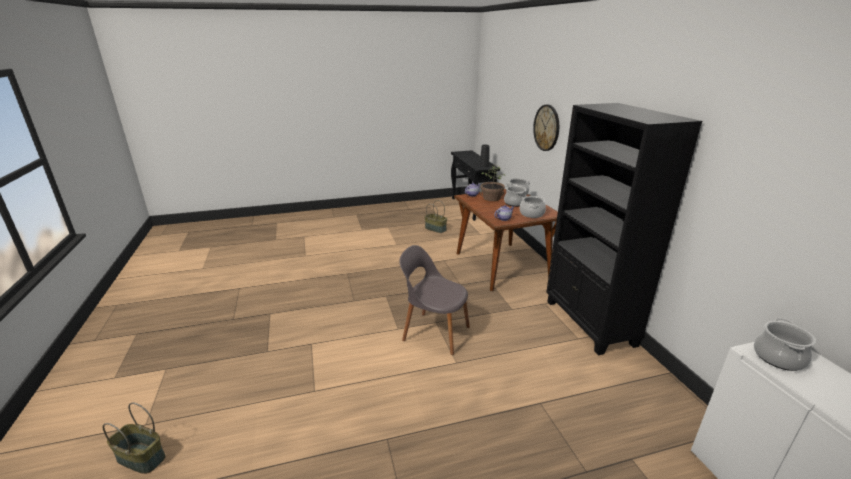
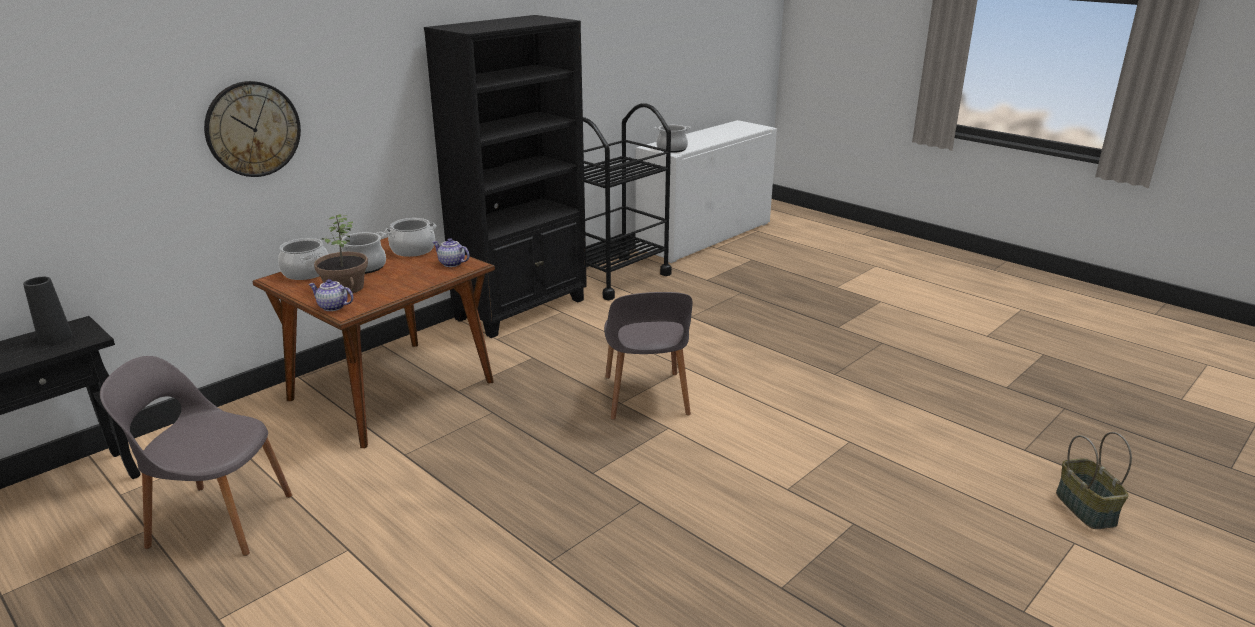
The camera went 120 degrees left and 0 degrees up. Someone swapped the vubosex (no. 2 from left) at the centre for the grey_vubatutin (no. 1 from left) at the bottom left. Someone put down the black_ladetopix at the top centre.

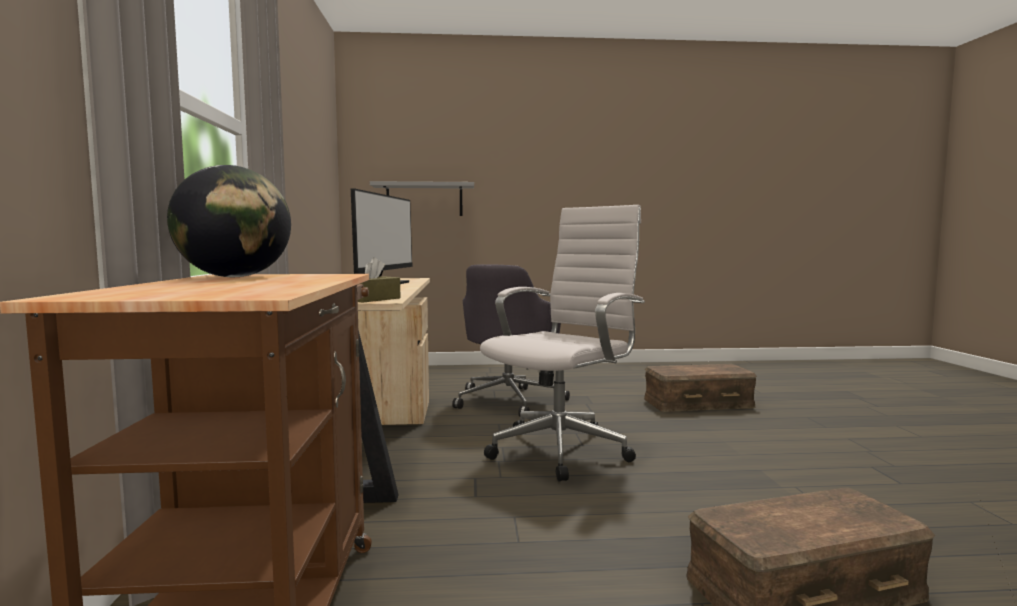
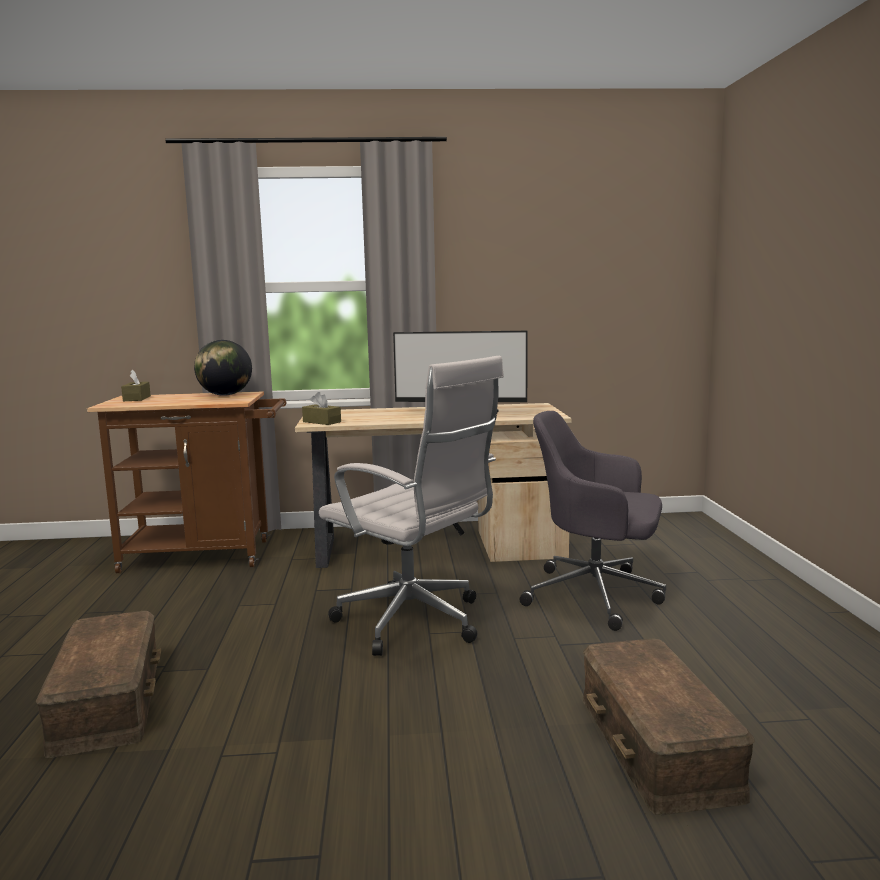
The camera went 90 degrees right and 5 degrees up. Someone took away the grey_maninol at the top centre. Someone put down the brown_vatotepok (no. 1 from left) at the middle left.

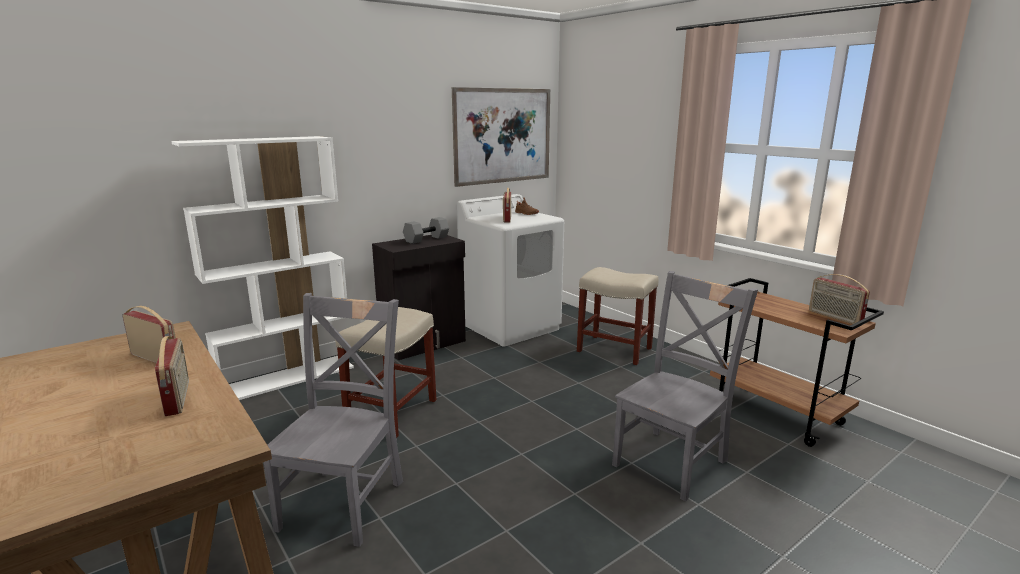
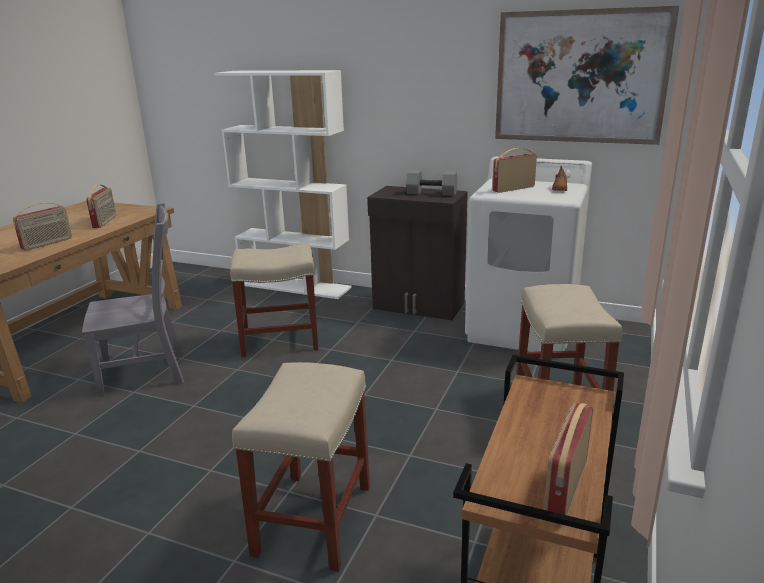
The camera went 60 degrees right and 5 degrees up. Someone swapped the grey_vubatutin (no. 2 from left) at the bottom right for the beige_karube (no. 2 from left) at the bottom centre.

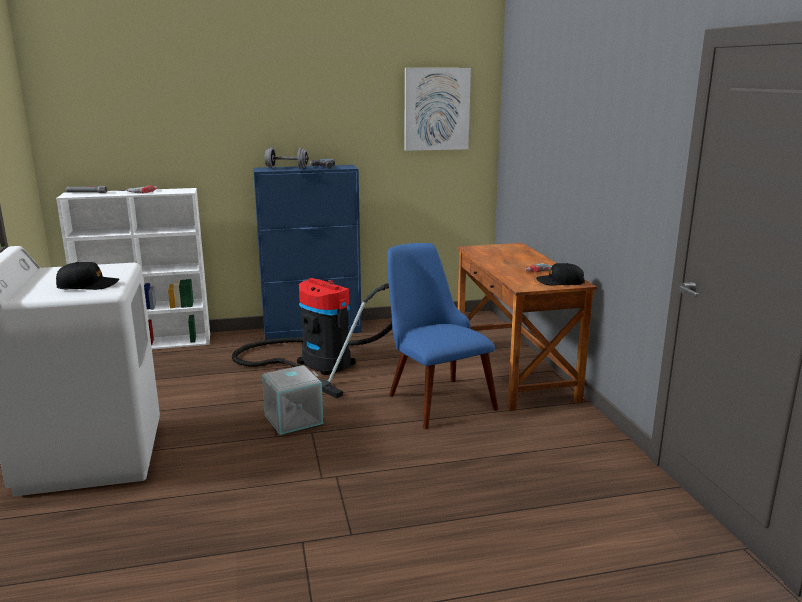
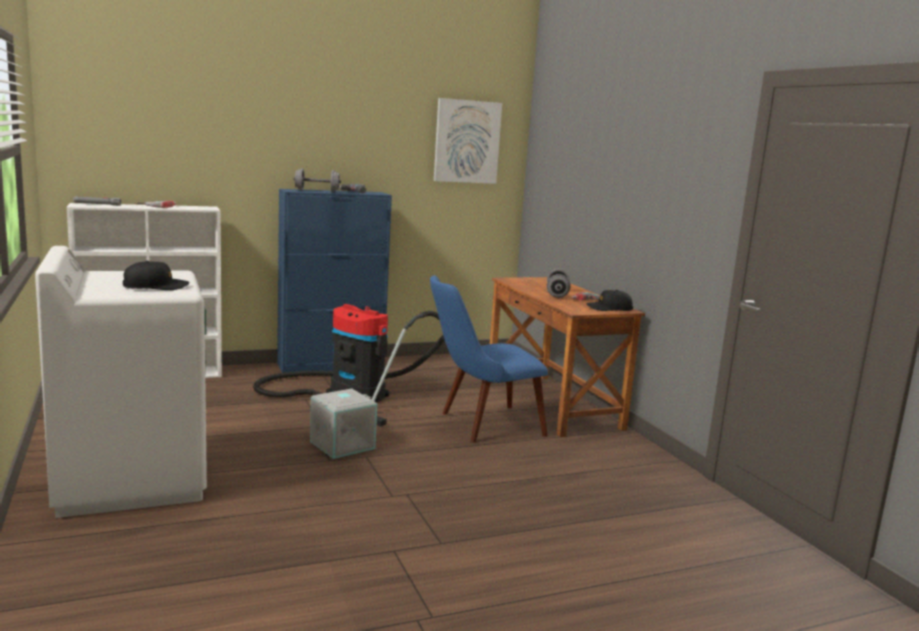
The camera went 10 degrees left and 5 degrees down. Someone rotated the blue_vubatutin at the centre by 75 degrees counterclockwise. Someone put down the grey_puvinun (no. 2 from left) at the centre.

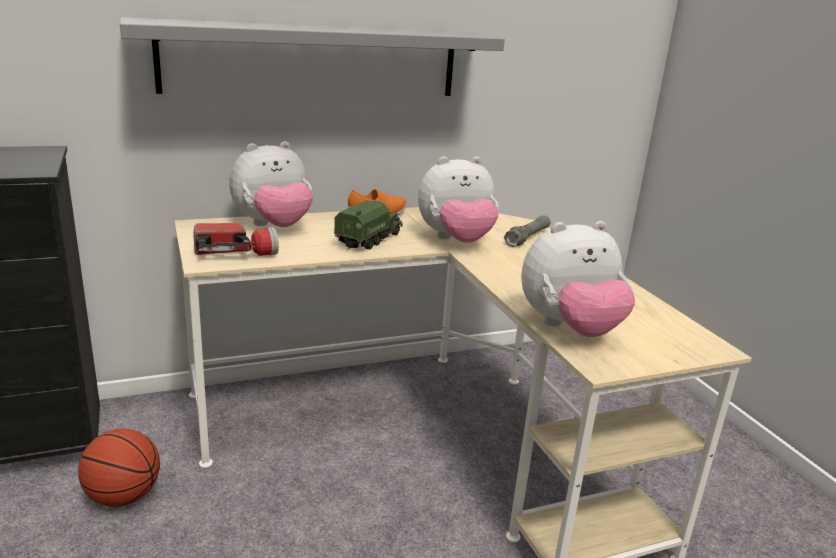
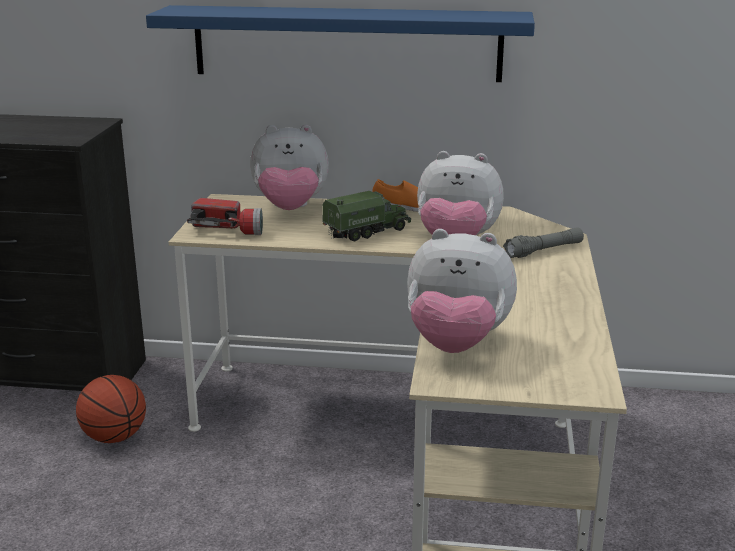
The camera went 30 degrees right and 0 degrees up. Someone repainted the grey_maninol at the top centre, which became the blue_maninol at the top centre.

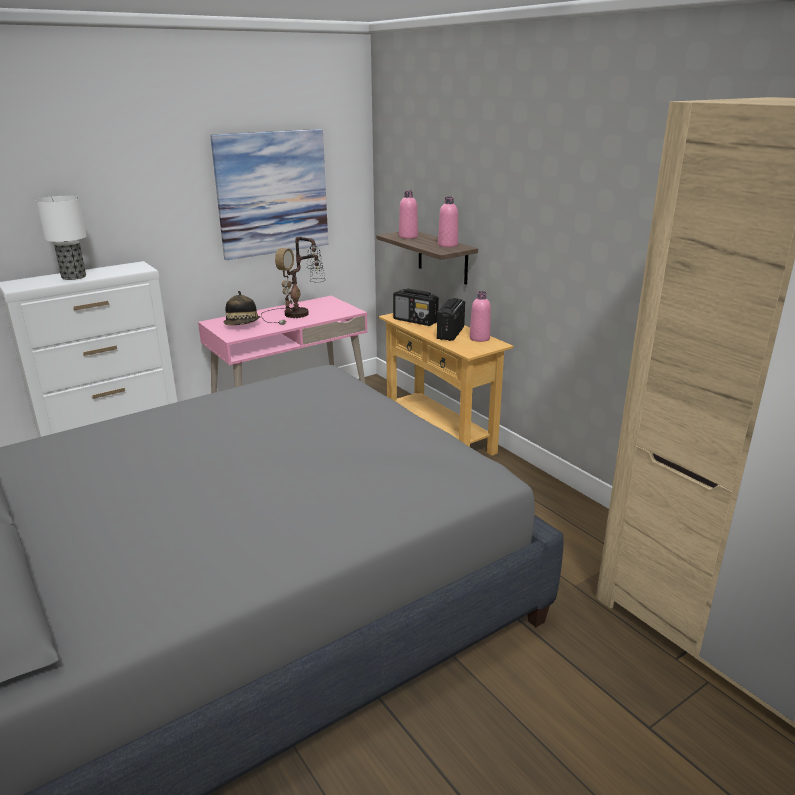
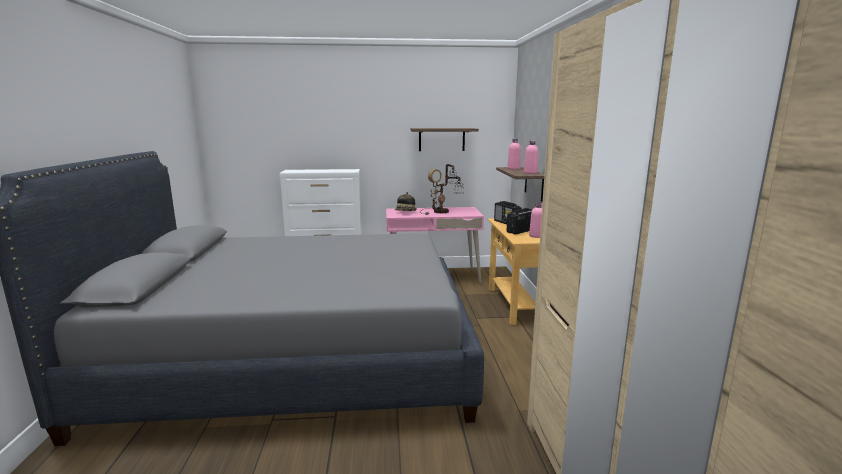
The camera went 30 degrees right and 10 degrees down. Someone swapped the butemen at the top centre for the maninol (no. 1 from left) at the top centre. Someone took away the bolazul (no. 1 from left) at the top left.

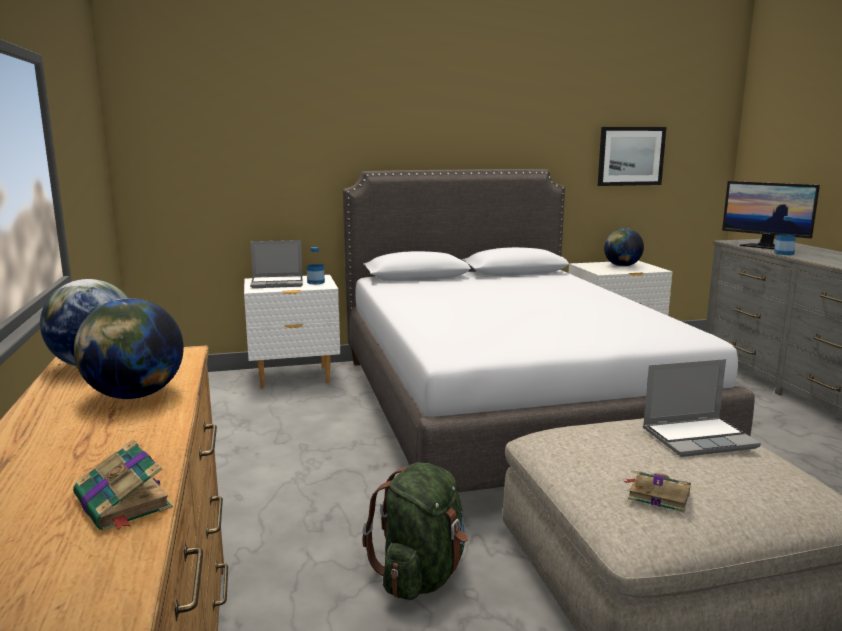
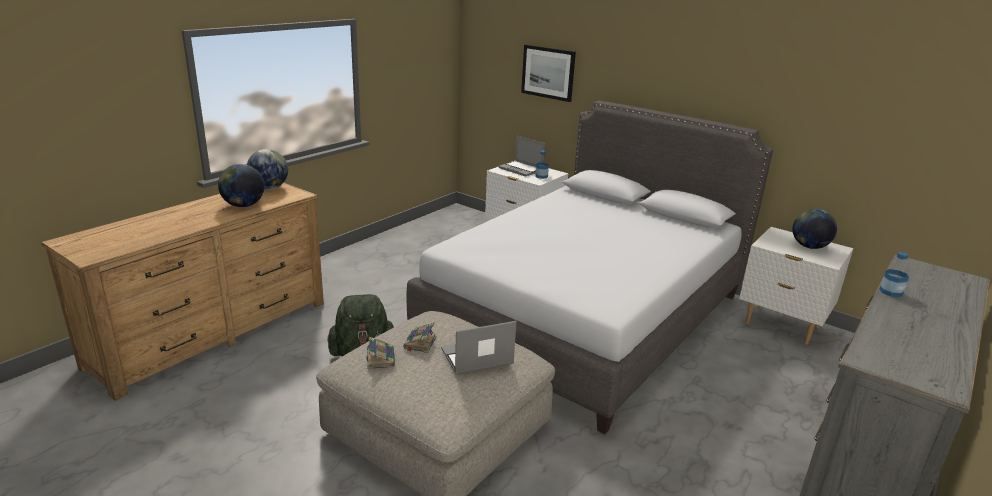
The camera went 50 degrees right and 10 degrees up. Someone carried the butemen from the top right to the top centre. Someone took away the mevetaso at the middle right. Someone rotated the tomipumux (no. 2 from left in the first image) at the middle right by 120 degrees clockwise. Someone carried the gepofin (no. 1 from left in the first image) from the bottom left to the bottom centre.

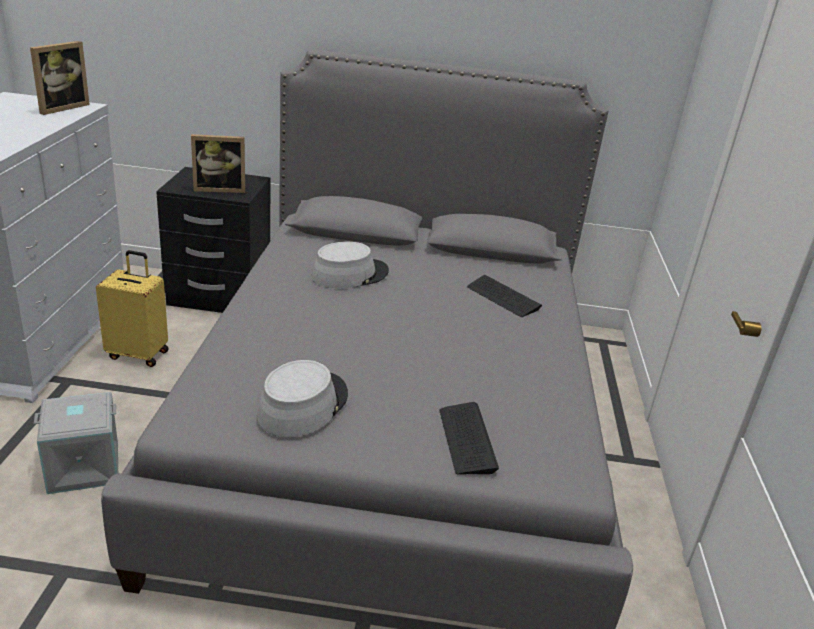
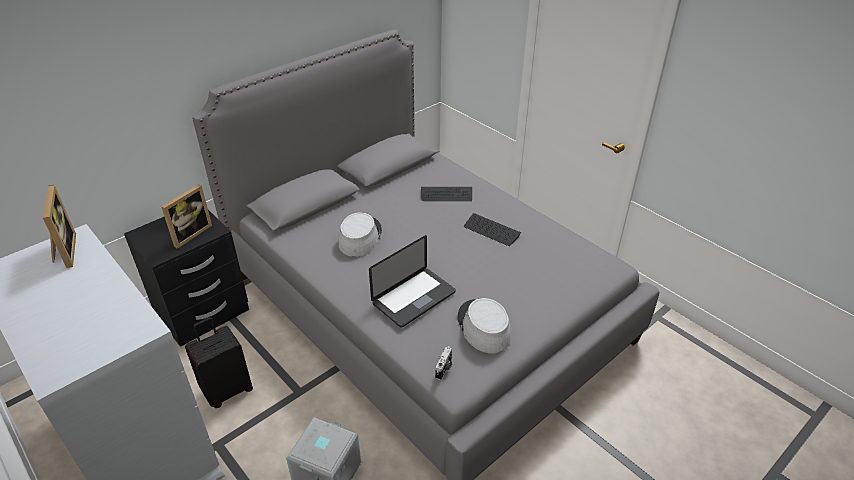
The camera went 45 degrees left and 10 degrees up. Someone repainted the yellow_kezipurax at the middle left, which became the black_kezipurax at the bottom left. Someone carried the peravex (no. 1 from left in the first image) from the bottom centre to the centre. Someone put down the tomipumux at the centre. Someone put down the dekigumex at the bottom centre.

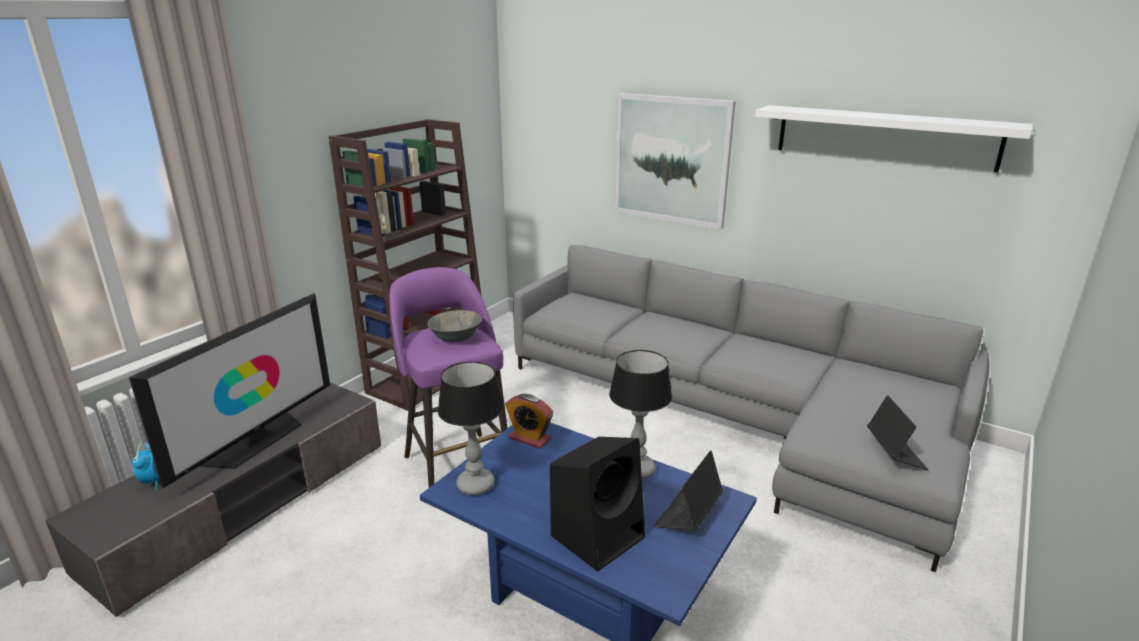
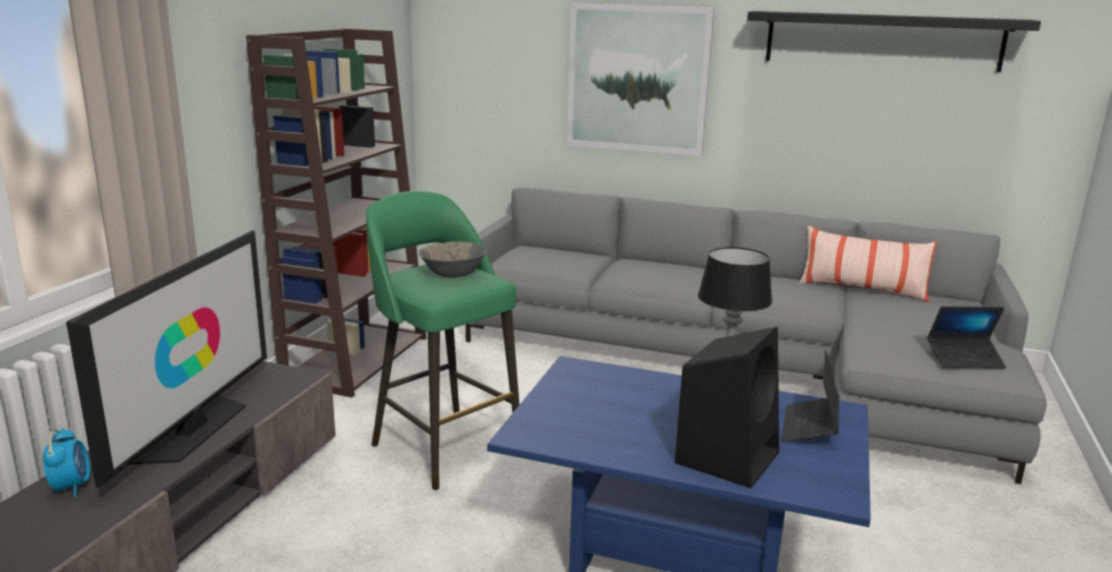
The camera went 15 degrees left and 5 degrees down. Someone repainted the white_maninol at the top right, which became the black_maninol at the top right. Someone repainted the purple_karube at the centre, which became the green_karube at the centre. Someone took away the bolazul (no. 1 from left) at the bottom centre. Someone took away the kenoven (no. 2 from left) at the centre. Someone rotated the tomipumux (no. 2 from left) at the bottom right by 105 degrees clockwise. Someone put down the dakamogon at the middle right.

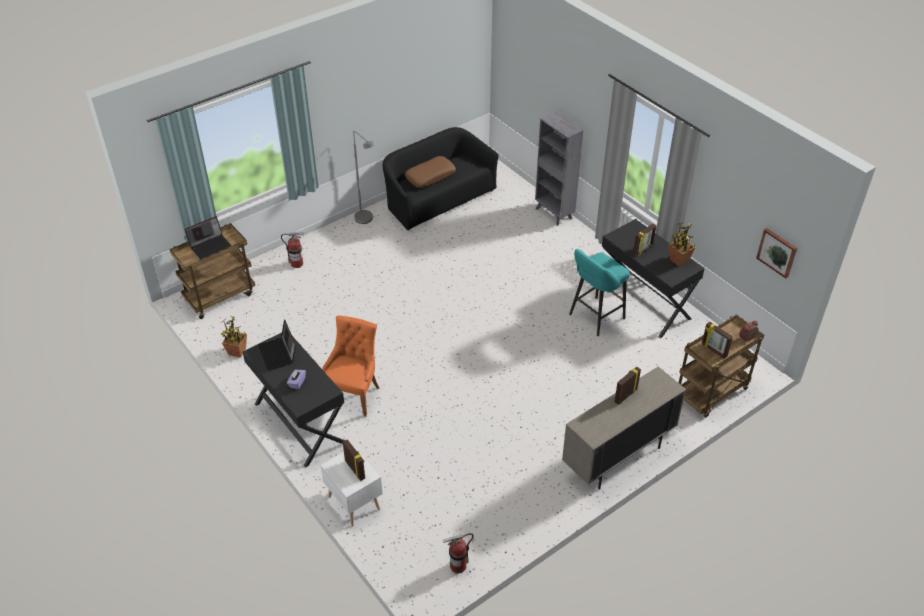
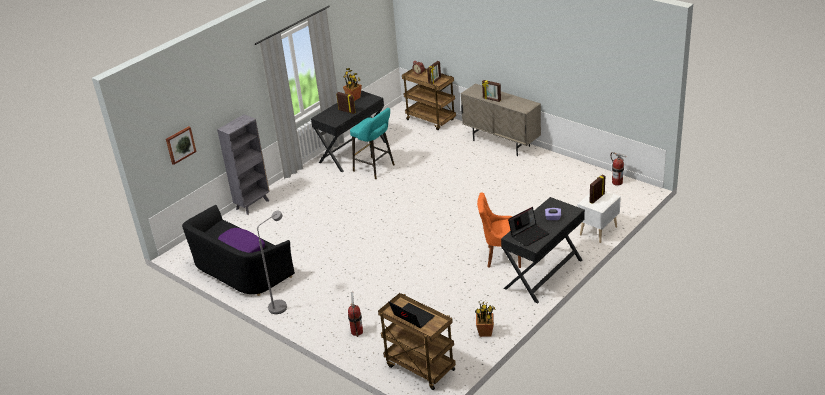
The camera went 100 degrees left and 10 degrees down. Someone repainted the brown_dakamogon at the top centre, which became the purple_dakamogon at the middle left. Someone carried the butemen from the middle right to the middle left.

